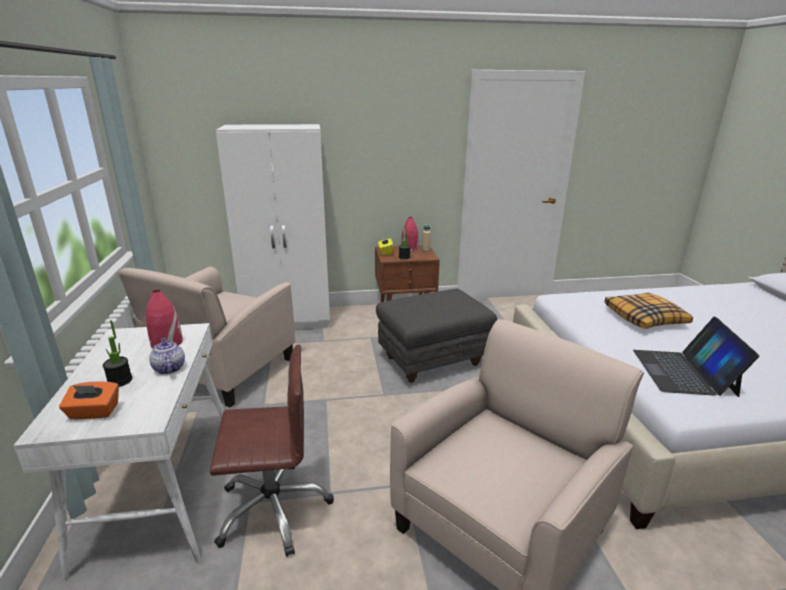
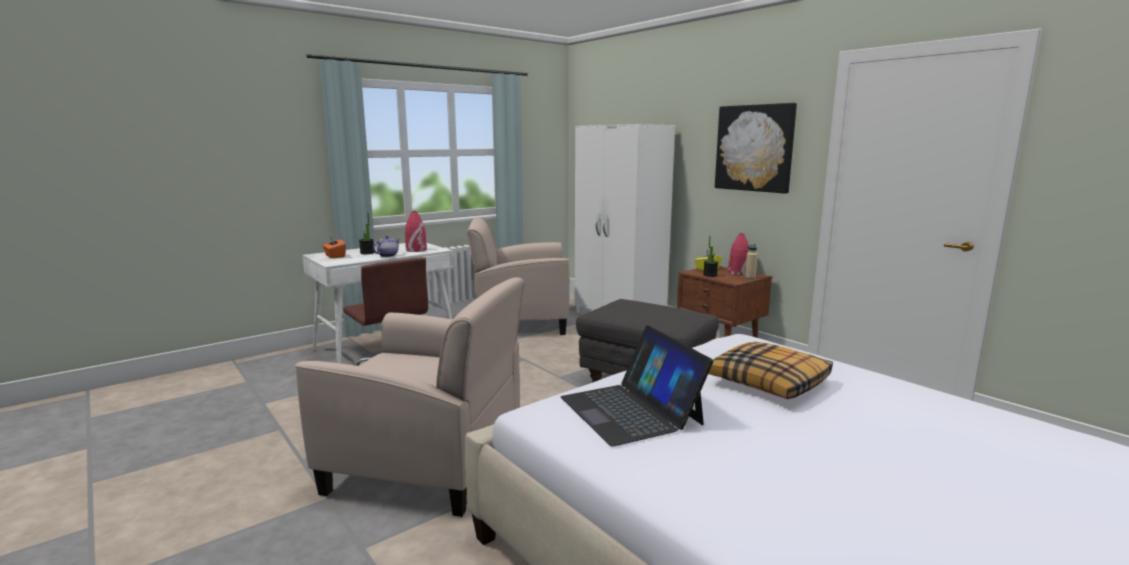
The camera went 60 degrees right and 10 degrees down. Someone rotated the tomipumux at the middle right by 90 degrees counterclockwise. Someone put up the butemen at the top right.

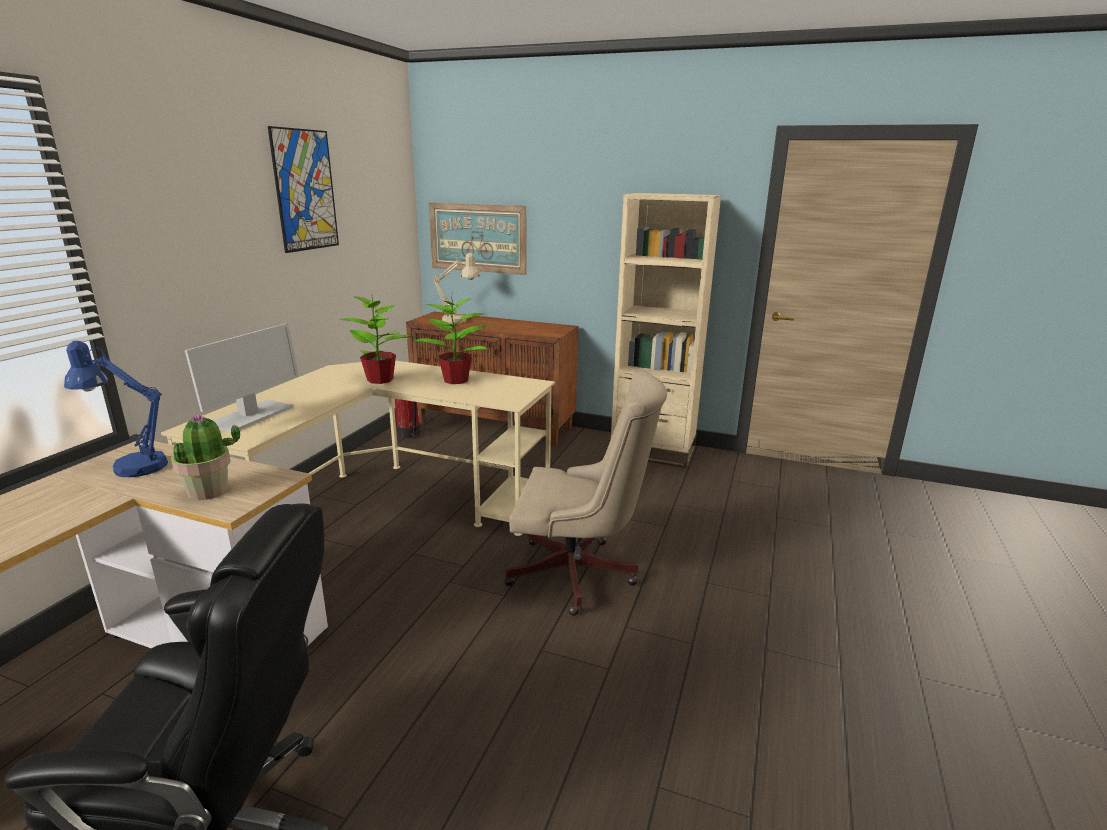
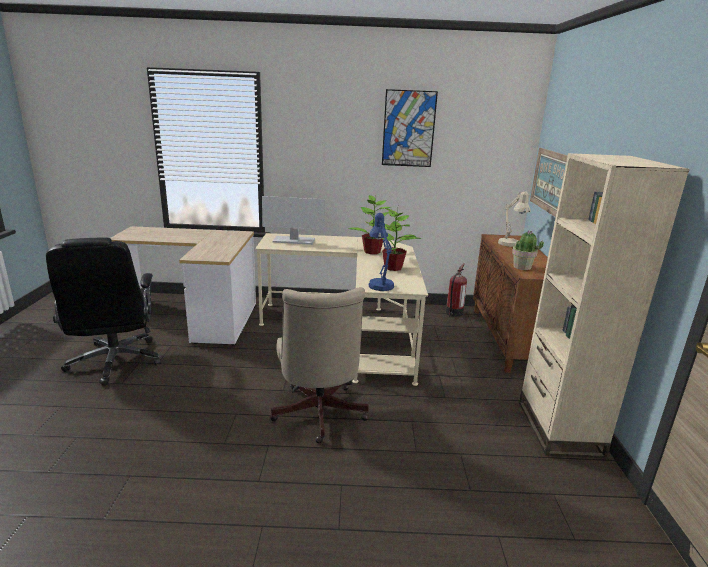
The camera went 70 degrees right and 0 degrees up. Someone carried the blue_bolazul from the middle left to the centre. Someone carried the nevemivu (no. 1 from left in the first image) from the middle left to the middle right.

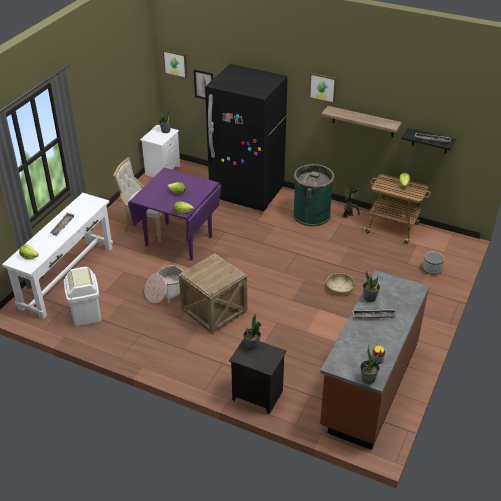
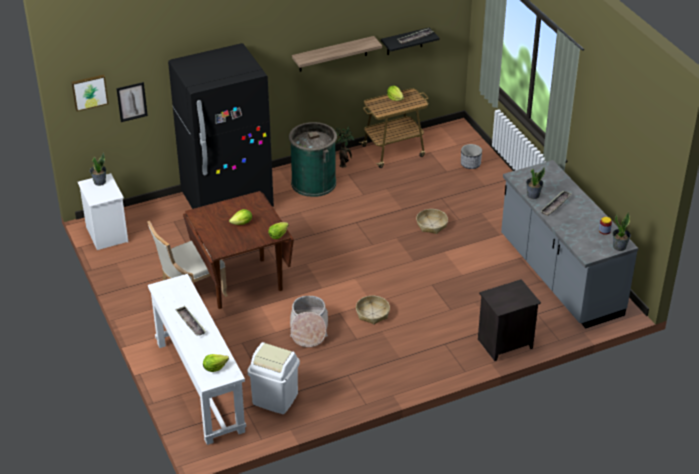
The camera went 50 degrees left and 0 degrees up. Someone took away the butemen (no. 3 from left) at the top centre. Someone repainted the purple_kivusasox at the centre, which became the brown_kivusasox at the centre. Someone swapped the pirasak at the centre for the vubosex (no. 2 from left) at the centre. Someone repainted the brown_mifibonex at the bottom right, which became the grey_mifibonex at the middle right. Someone took away the nevemivu (no. 2 from left) at the centre.

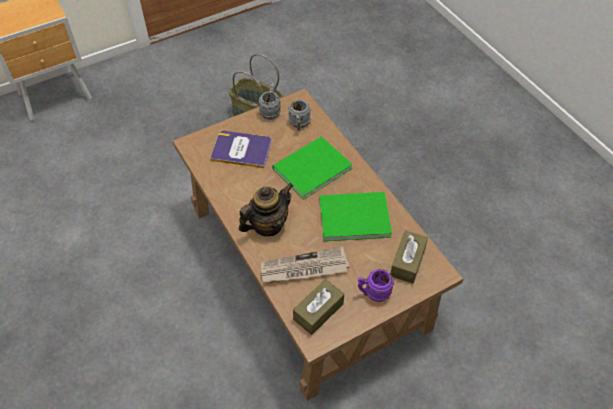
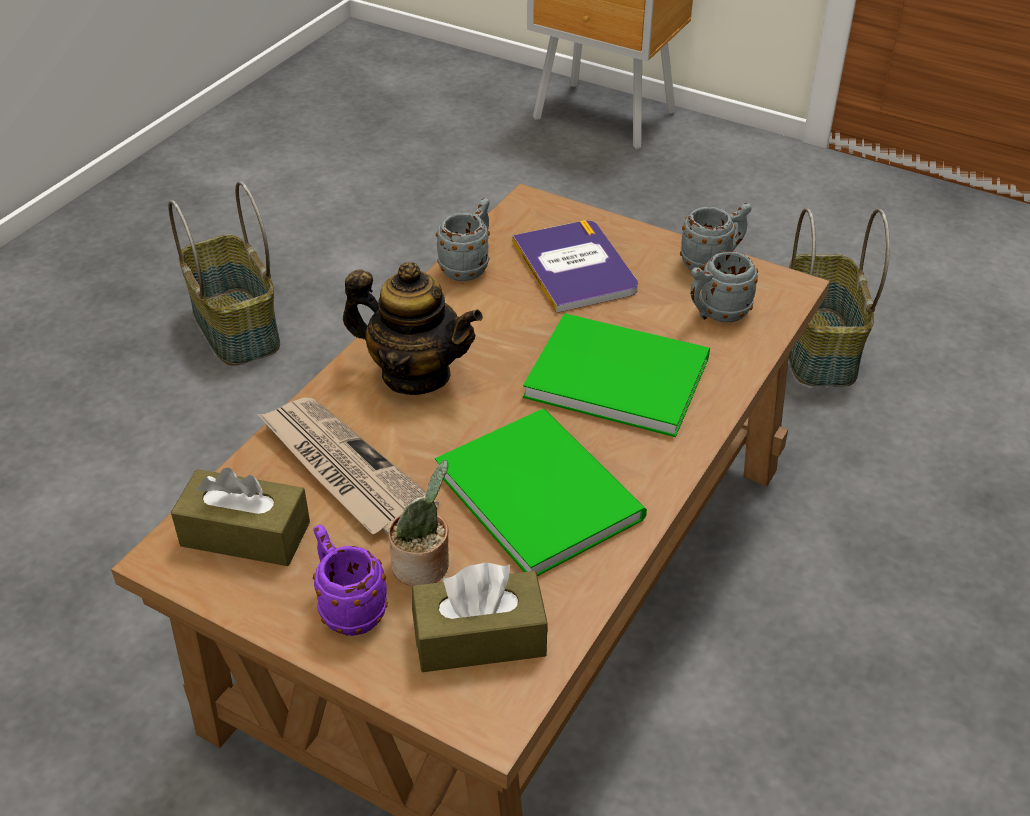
The camera went 60 degrees right and 10 degrees down. Someone put down the vubosex (no. 1 from left) at the middle left. Someone put down the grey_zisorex (no. 1 from left) at the top centre. Someone put down the nevemivu at the centre.

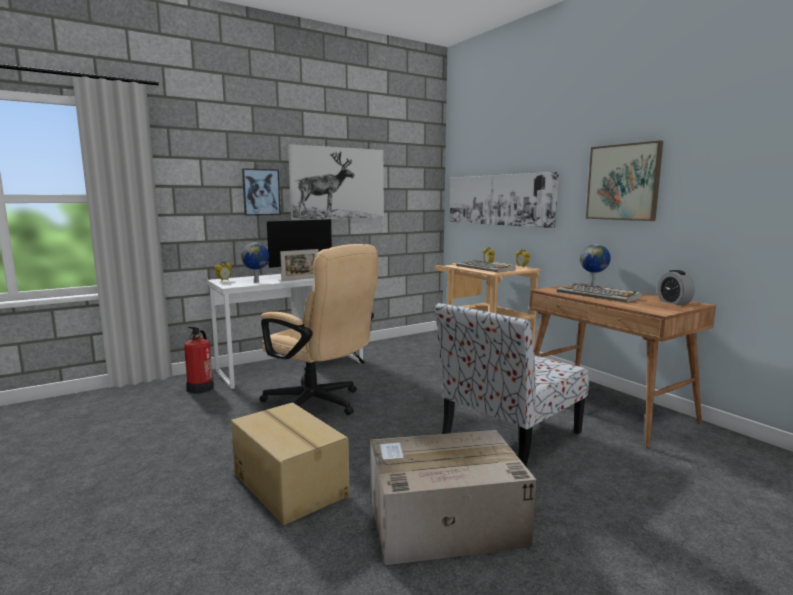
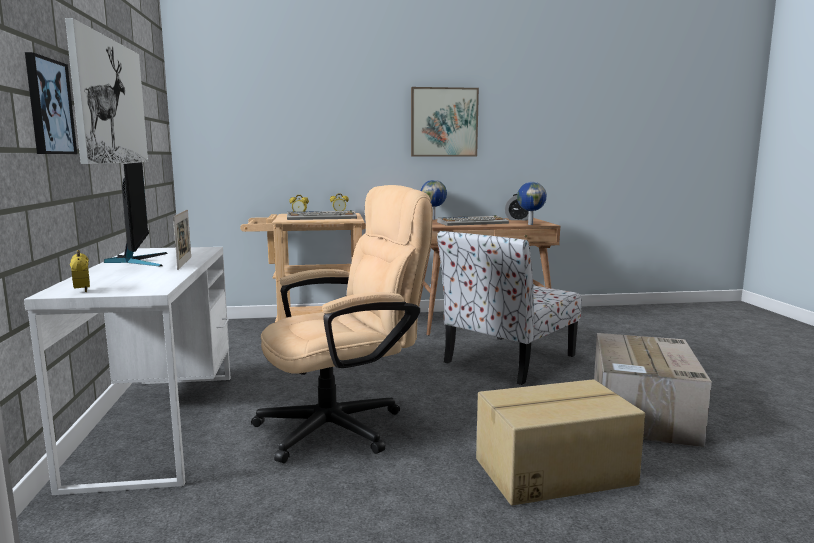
The camera went 65 degrees left and 0 degrees up. Someone took away the butemen (no. 3 from left) at the centre. Someone carried the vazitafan (no. 1 from left in the first image) from the middle left to the centre. Someone rotated the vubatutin at the centre by 60 degrees clockwise. Someone took away the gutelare at the middle left.

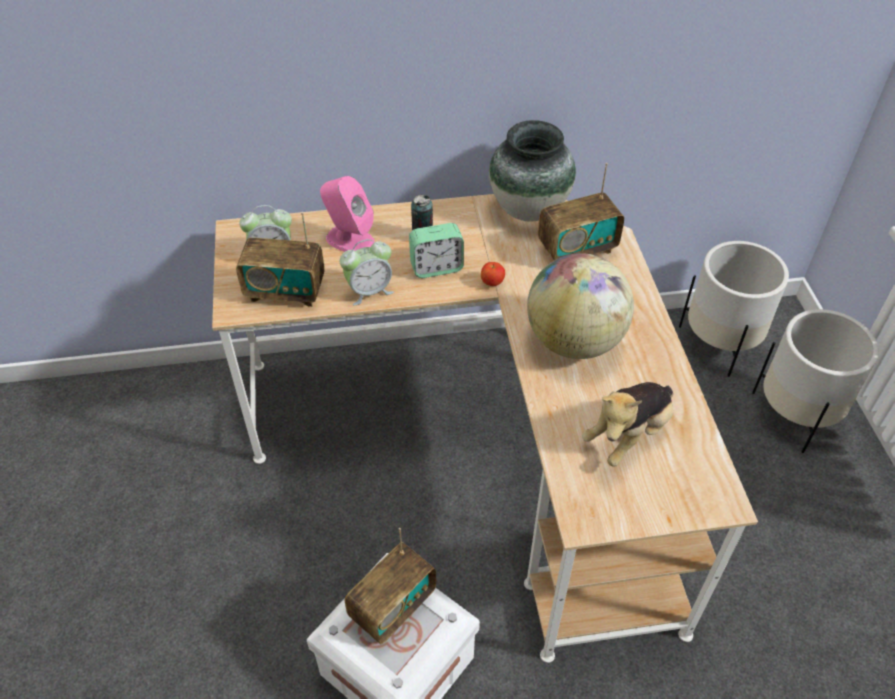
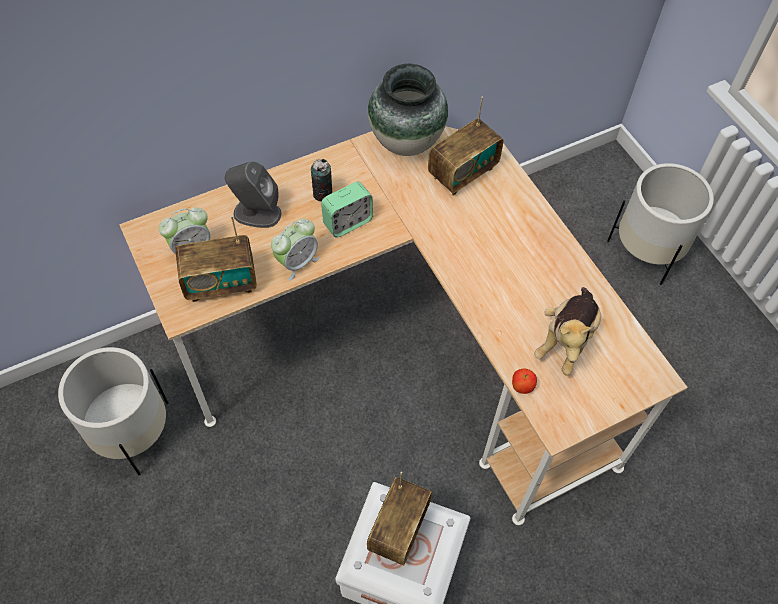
The camera went 20 degrees left and 10 degrees up. Someone repainted the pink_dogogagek at the top centre, which became the grey_dogogagek at the top left. Someone carried the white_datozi (no. 1 from left) from the middle right to the bottom left. Someone took away the vazitafan at the centre. Someone carried the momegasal from the centre to the middle right.

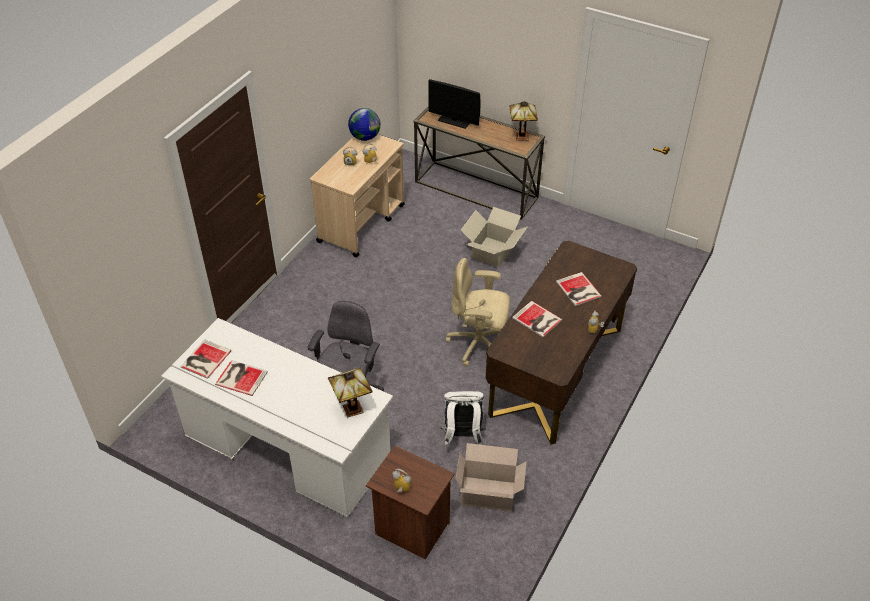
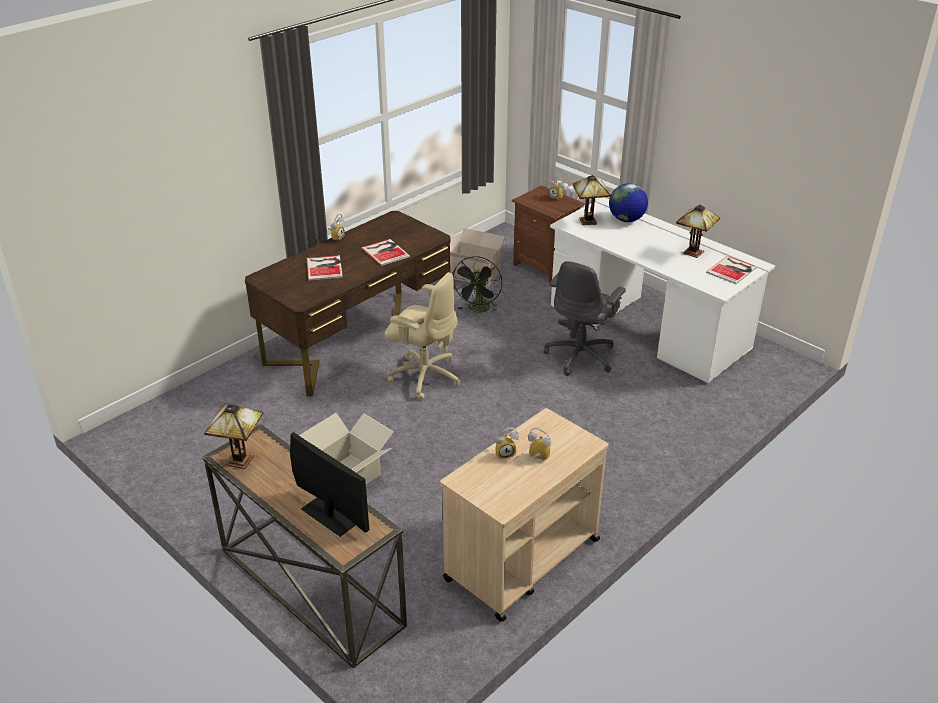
The camera went 165 degrees left and 10 degrees down. Someone carried the vazitafan from the top centre to the top right. Someone swapped the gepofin (no. 2 from left) at the middle left for the bolazul (no. 3 from left) at the top right. Someone swapped the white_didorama at the bottom centre for the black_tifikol at the centre.

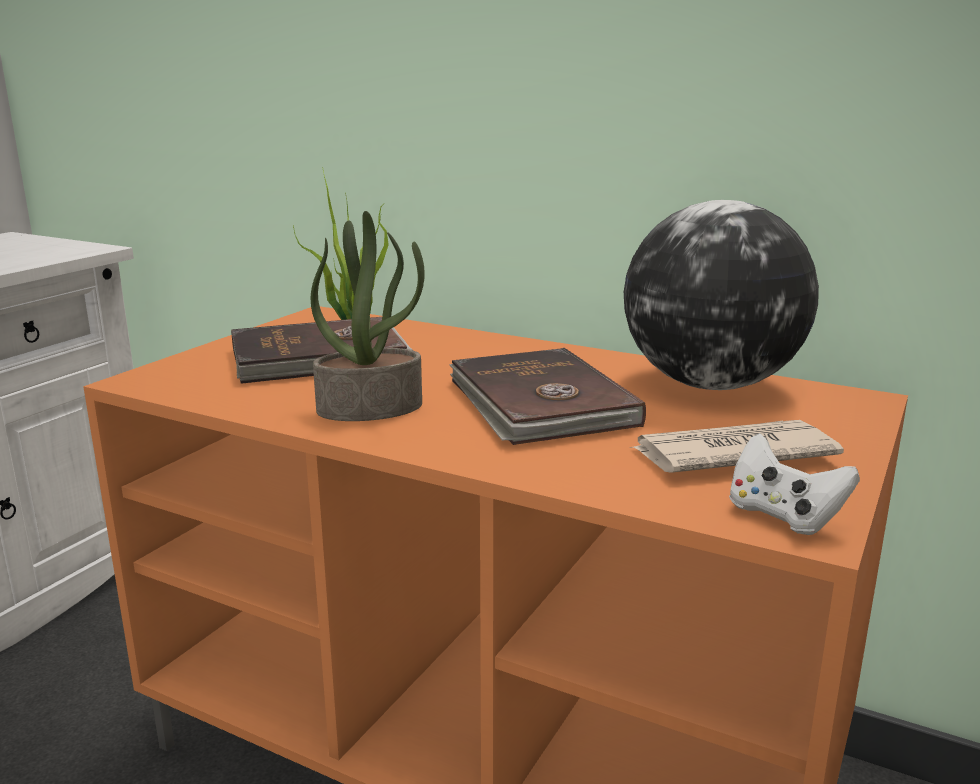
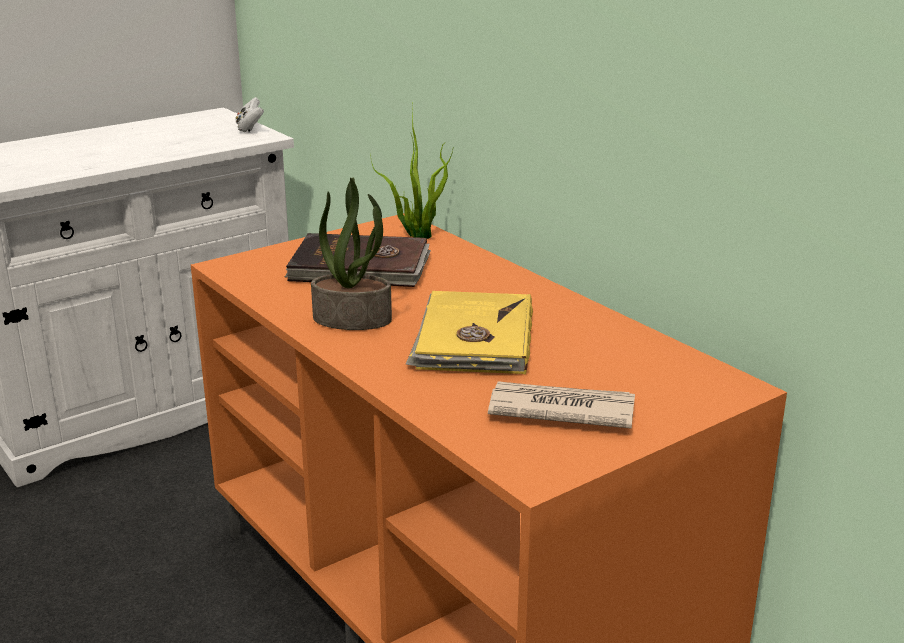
The camera went 25 degrees right and 5 degrees up. Someone took away the vazitafan at the middle right. Someone repainted the brown_gepofin (no. 2 from left) at the centre, which became the yellow_gepofin at the centre. Someone carried the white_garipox from the middle right to the top left.

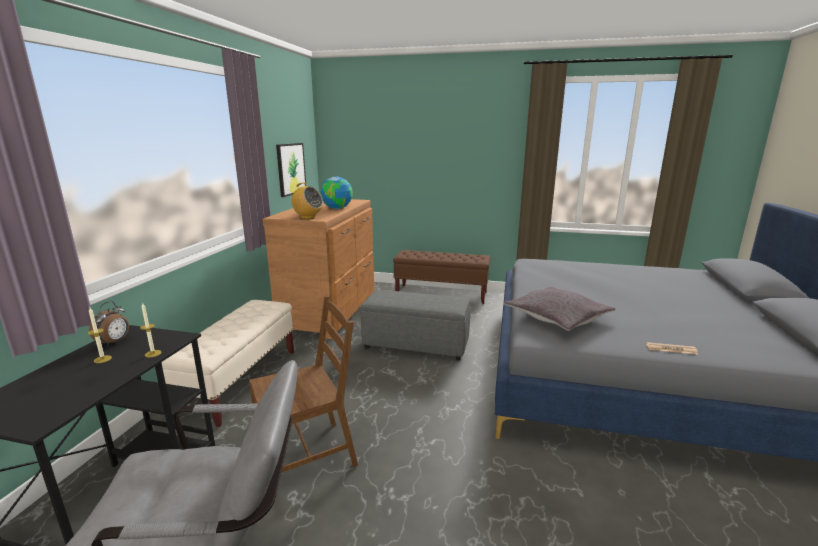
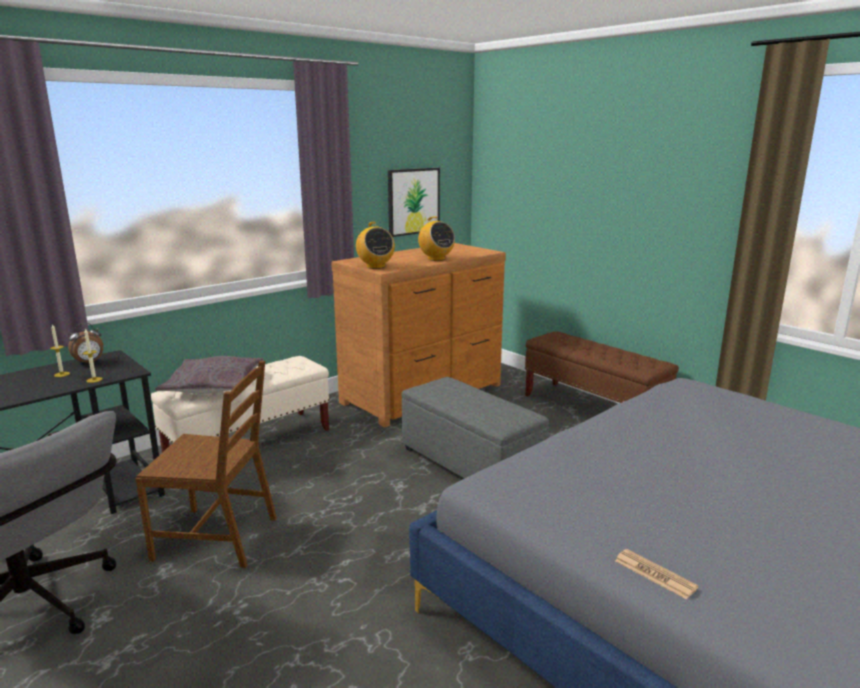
The camera went 35 degrees right and 0 degrees up. Someone swapped the vazitafan at the centre for the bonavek (no. 2 from left) at the centre. Someone carried the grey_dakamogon from the middle right to the middle left.

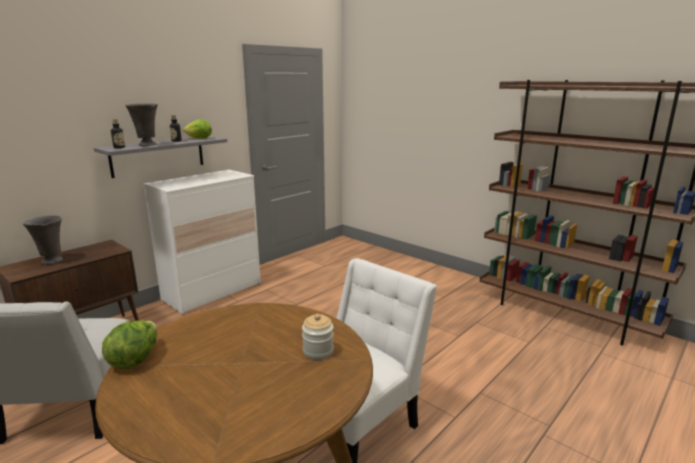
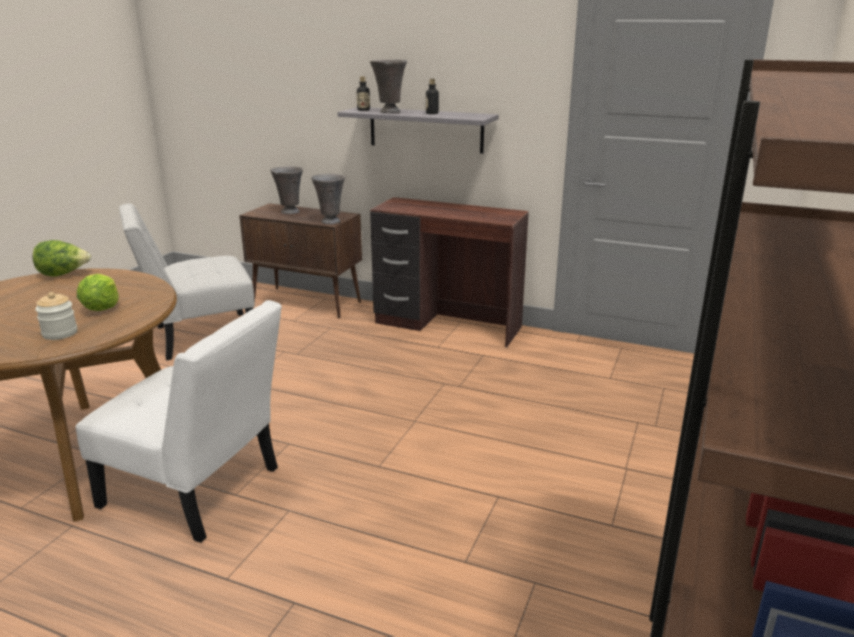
The camera went 70 degrees right and 5 degrees up. Someone carried the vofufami (no. 2 from left) from the top left to the middle left. Someone swapped the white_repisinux at the middle left for the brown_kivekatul at the centre. Someone put down the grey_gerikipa (no. 2 from left) at the top centre.

